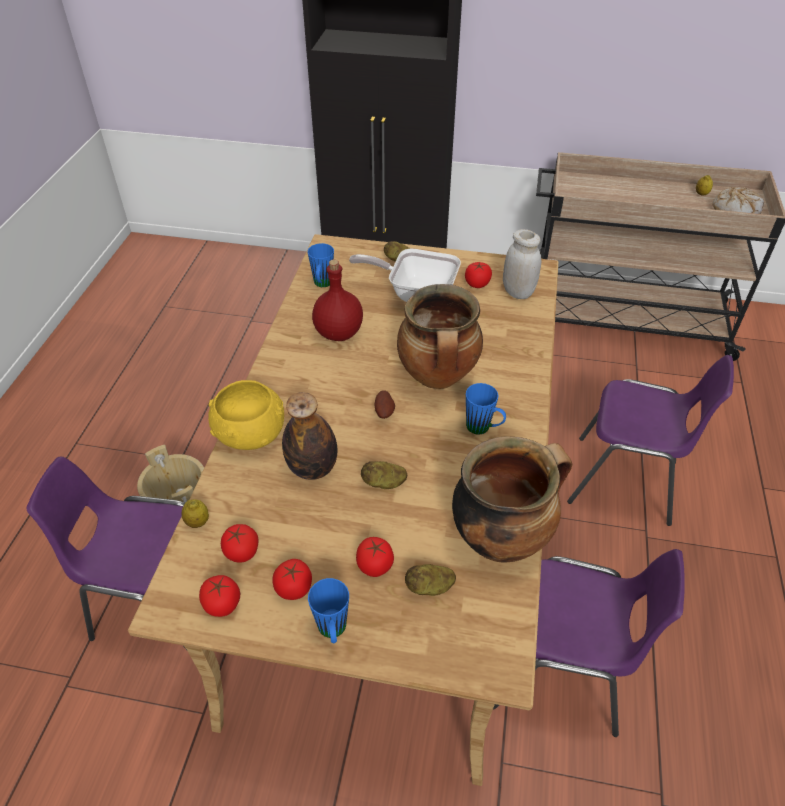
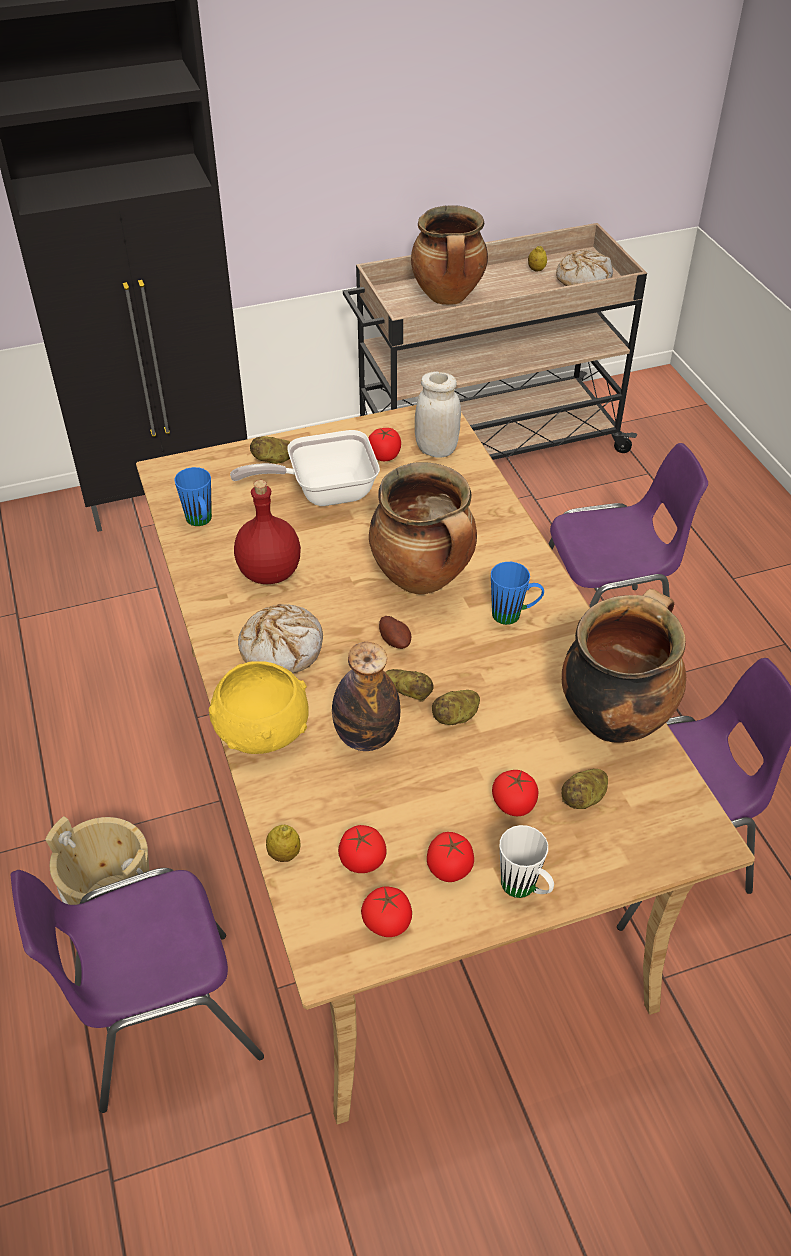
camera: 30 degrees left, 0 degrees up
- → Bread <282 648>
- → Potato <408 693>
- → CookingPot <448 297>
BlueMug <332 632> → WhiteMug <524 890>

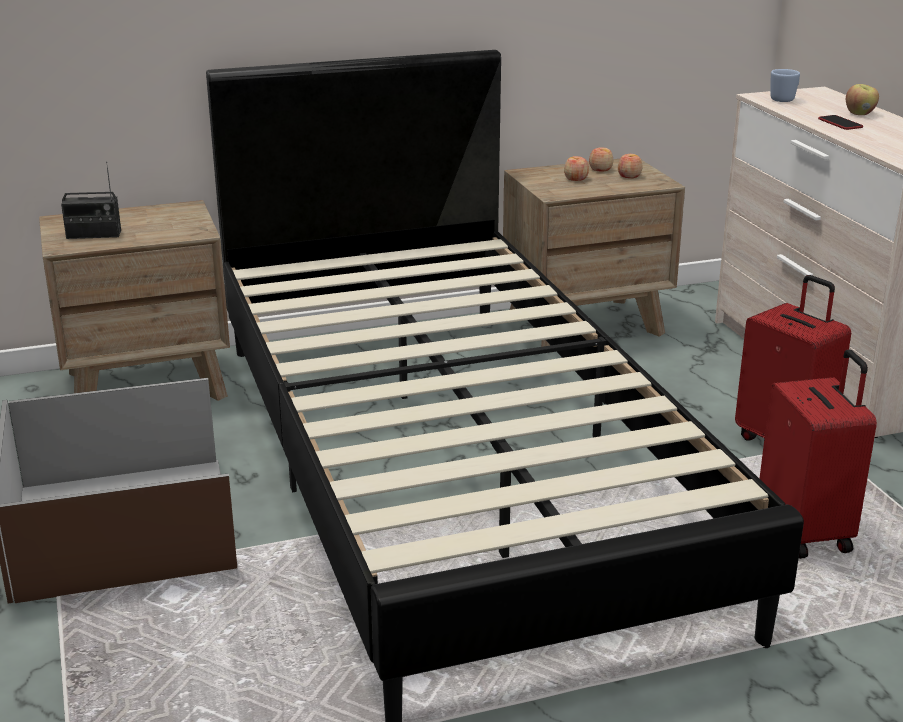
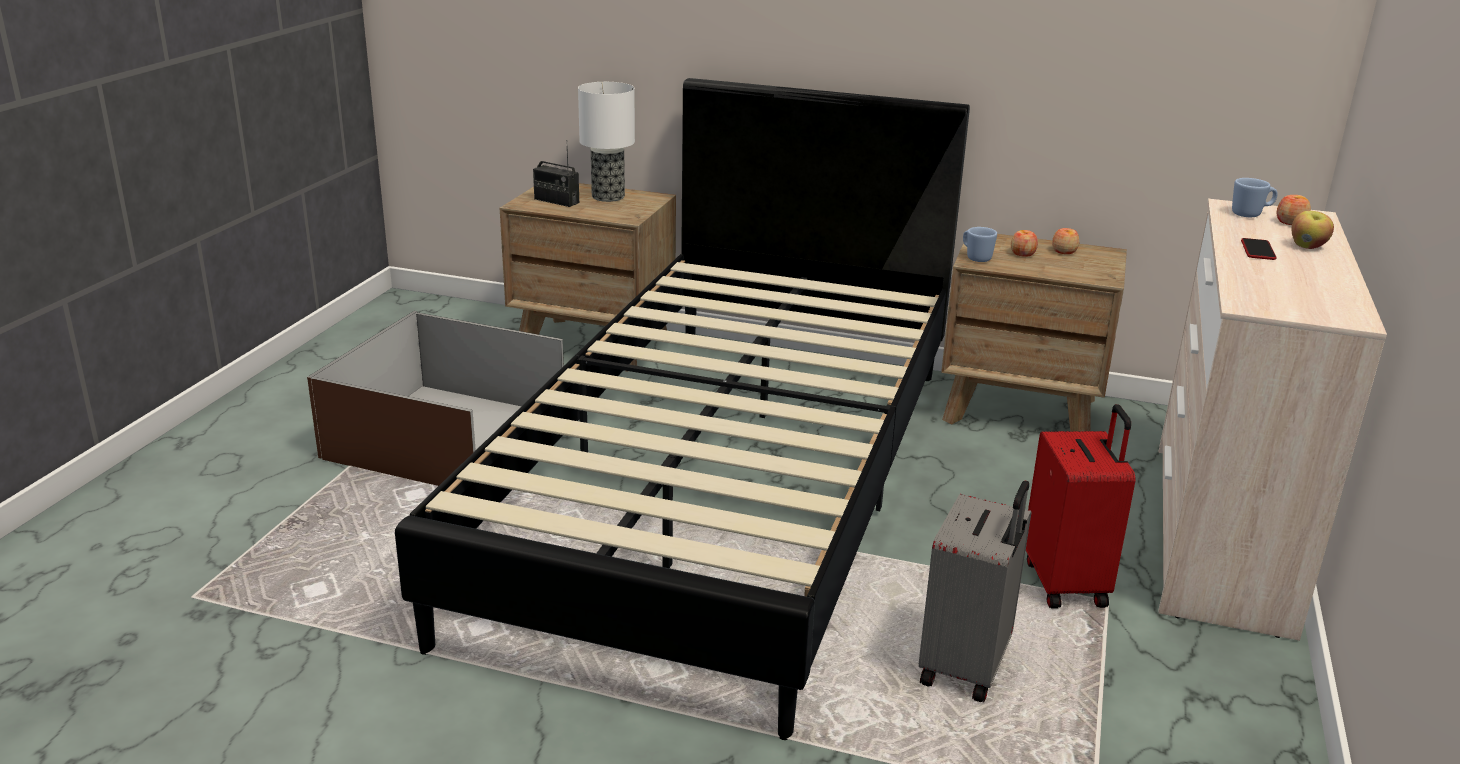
camera: 35 degrees right, 0 degrees up
- → TableLamp <608 196>
- → BlueMug <975 257>
Apple <629 176> → Apple <1290 222>, move
RedSuitcase <807 532> → GreySuitcase <967 667>

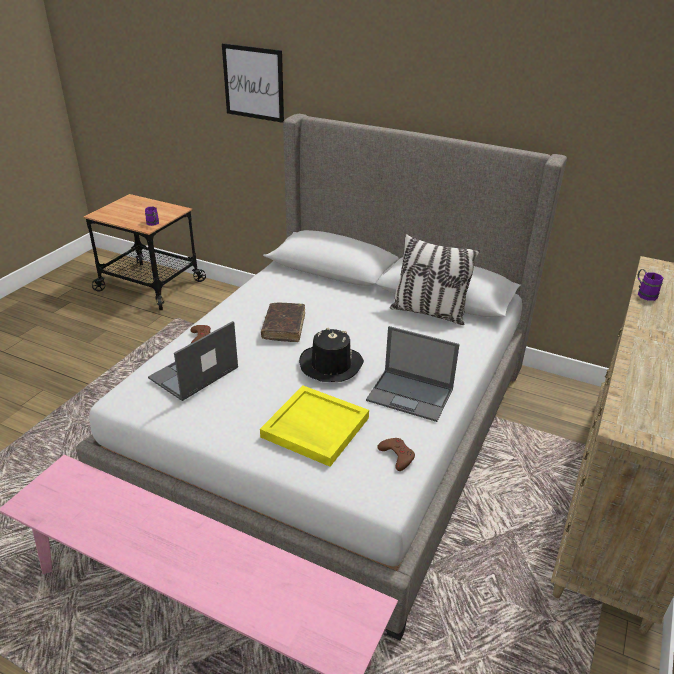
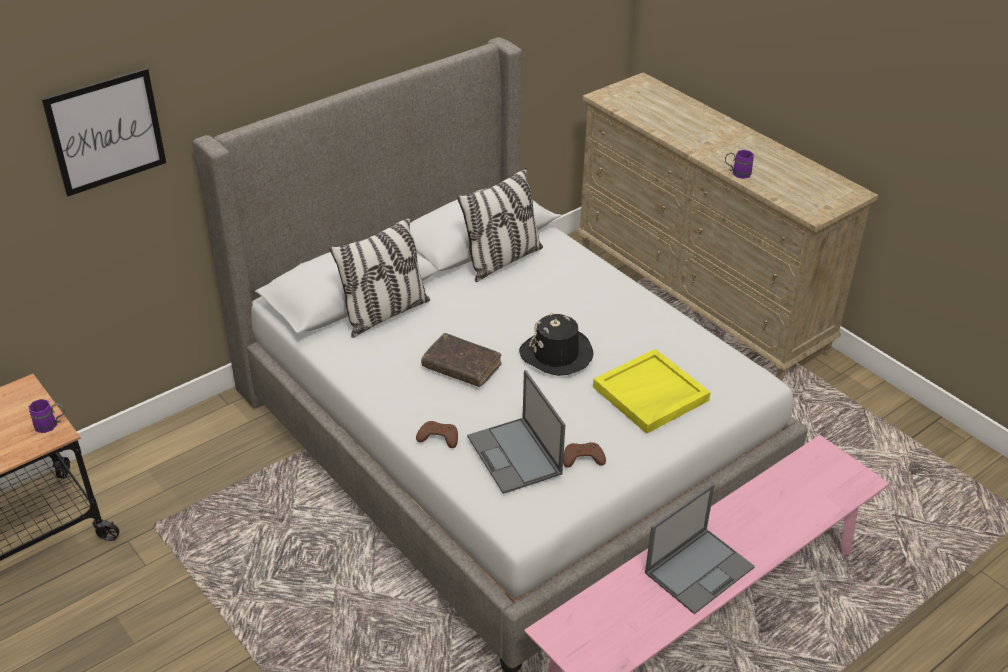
camera: 65 degrees left, 5 degrees up
- → Pillow <385 314>
Laptop <411 395> → Laptop <699 569>, move
BrownGameController <397 456> → BrownGameController <582 458>, move
PurpleMug <644 293> → PurpleMug <737 173>, move

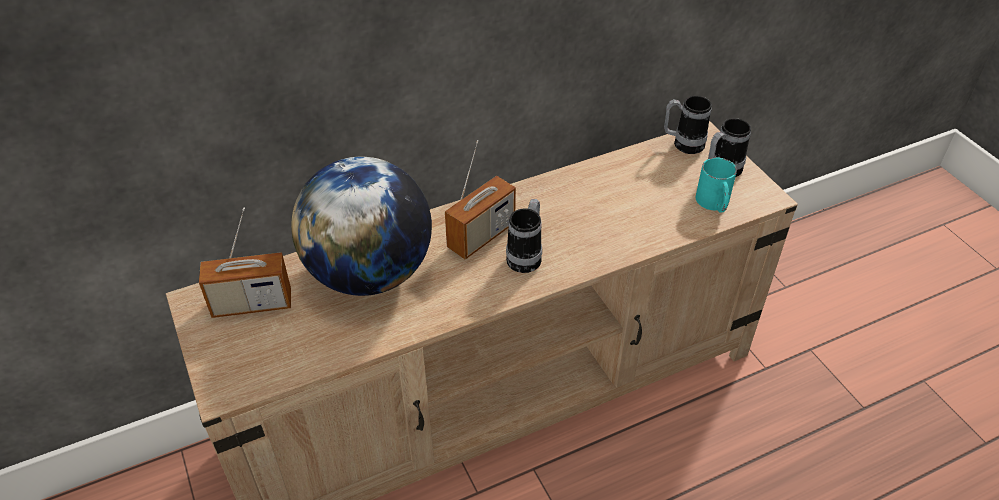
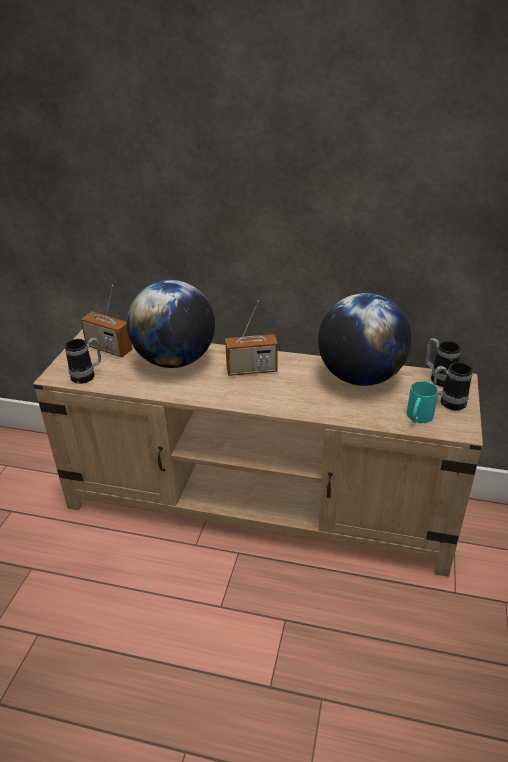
camera: 40 degrees right, 10 degrees down
- → Globe <360 377>
Mug <526 256> → Mug <87 376>, move

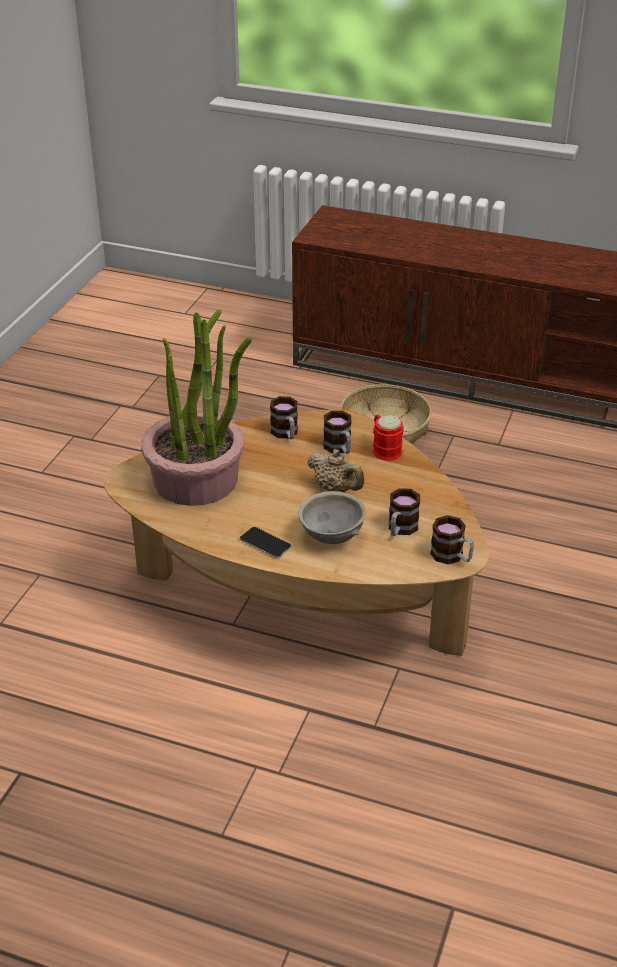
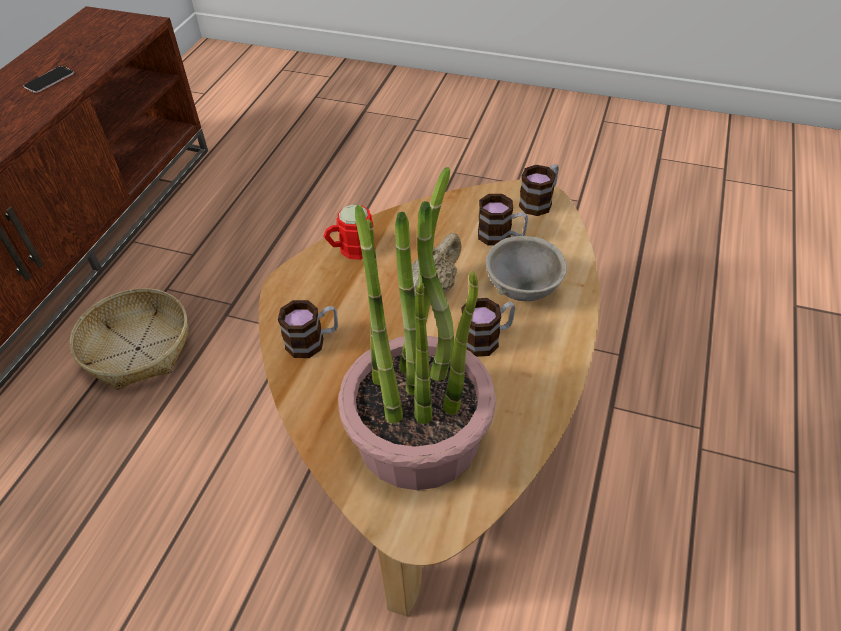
camera: 90 degrees left, 10 degrees up
Phone <265 543> → Phone <49 80>, move
Mug <339 448> → Mug <487 338>, move

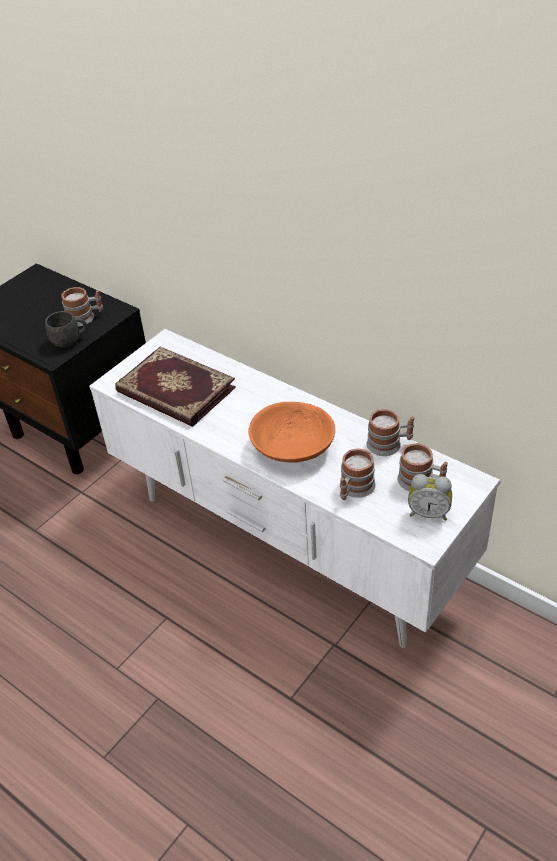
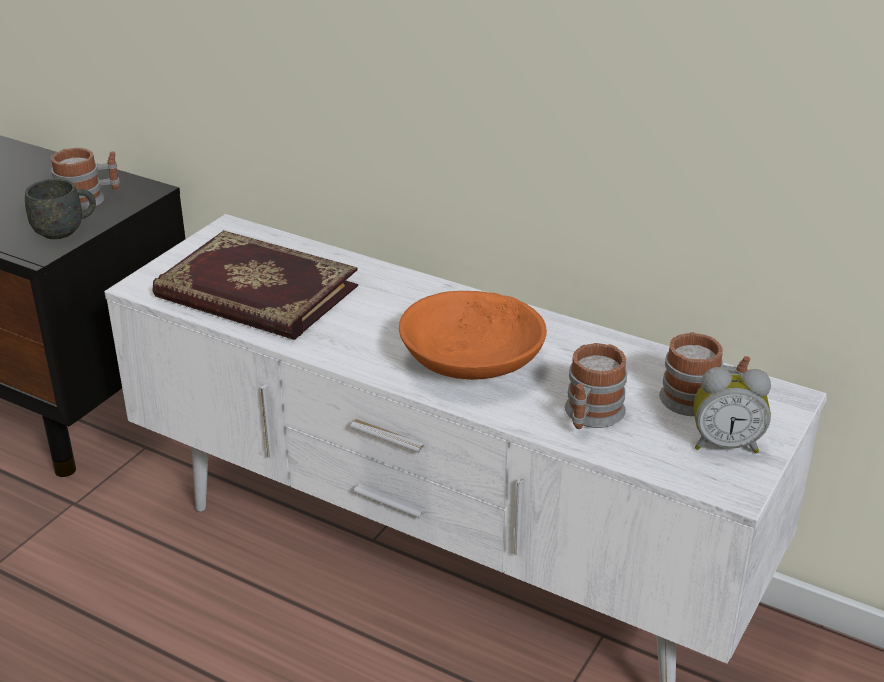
camera: 10 degrees left, 10 degrees down
Mug <389 444> → -

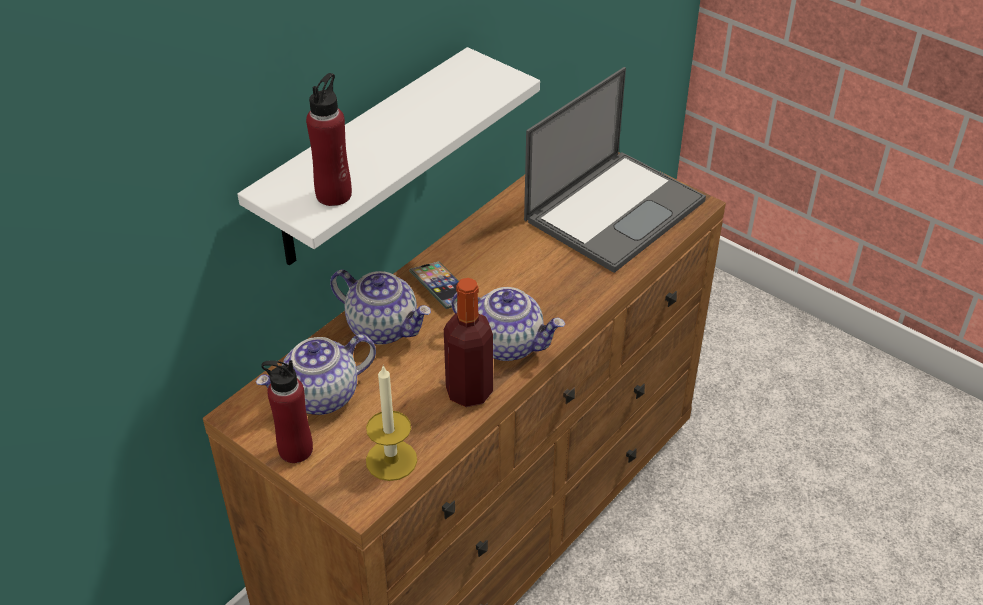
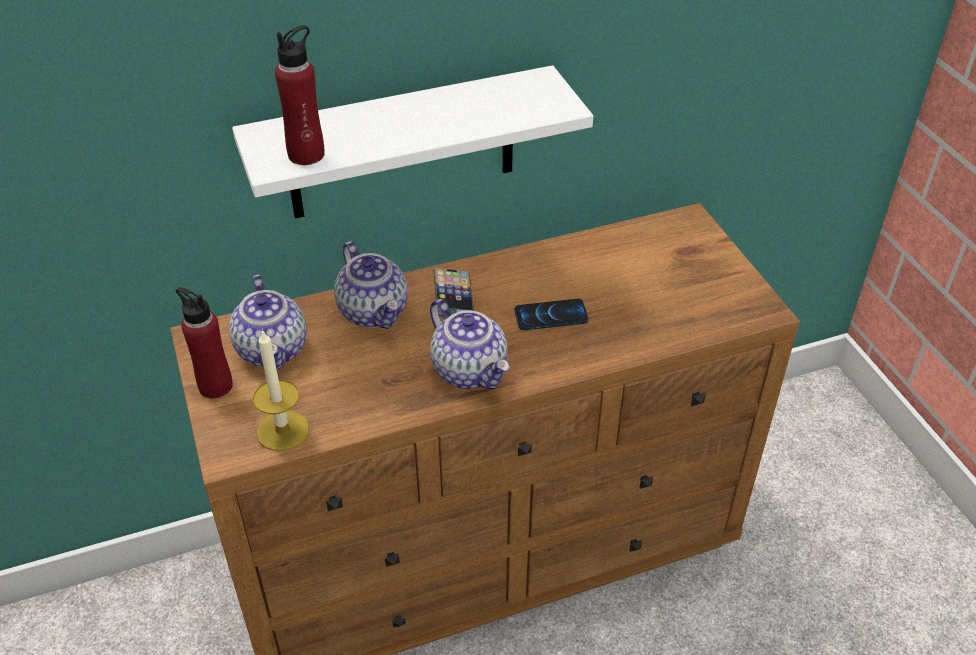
camera: 30 degrees right, 0 degrees up
Bottle <469 391> → -
Laptop <615 209> → -
- → Phone <551 316>
Teapot <321 397> → Teapot <273 350>, 105 degrees counterclockwise

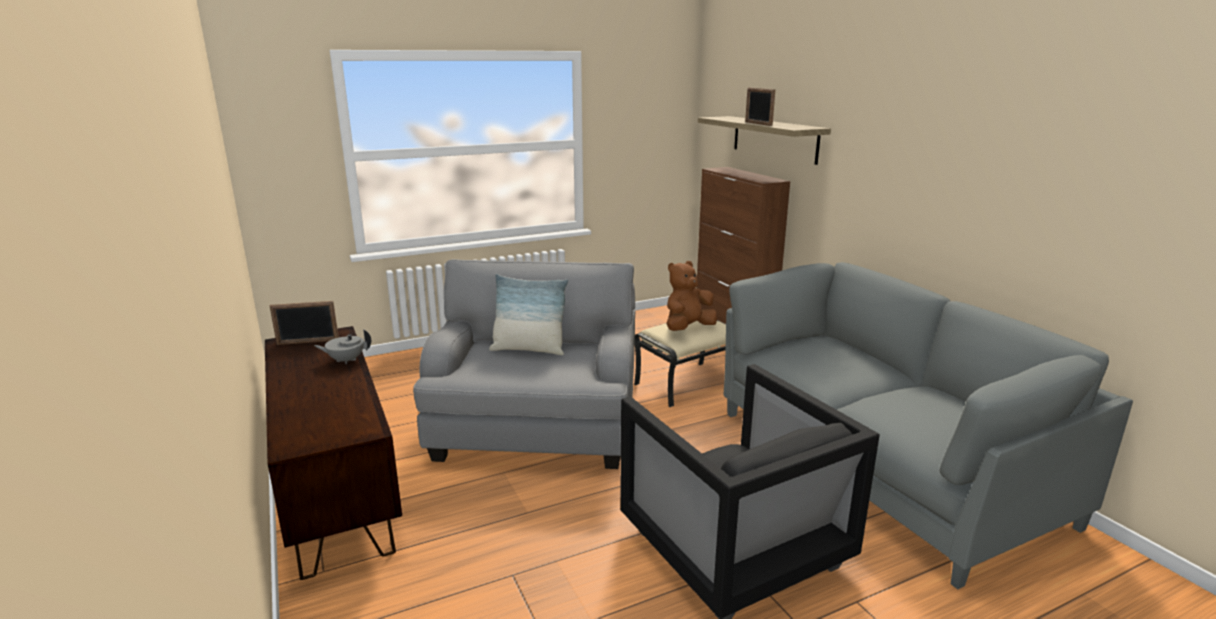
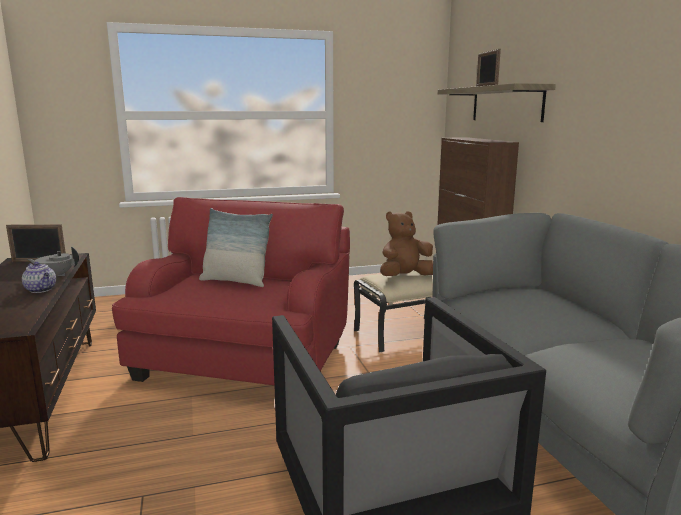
camera: 10 degrees right, 5 degrees down
- → Teapot <41 290>
GreyArmchair <537 426> → RedArmchair <245 358>

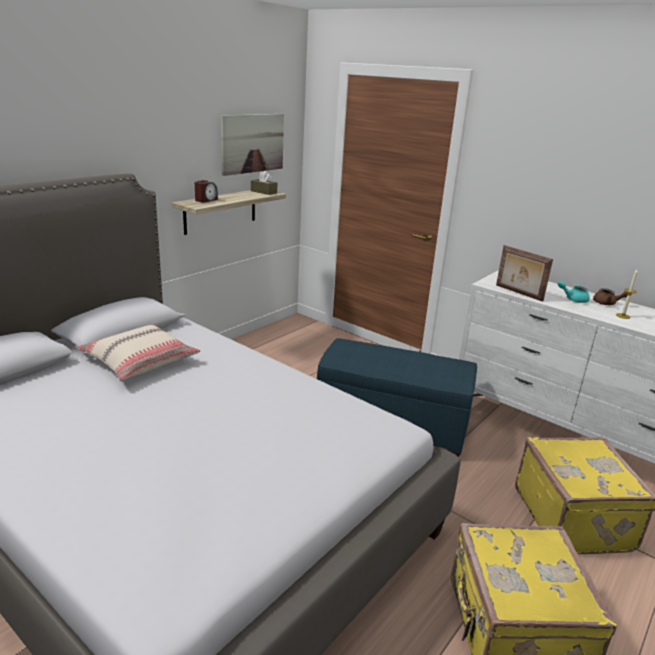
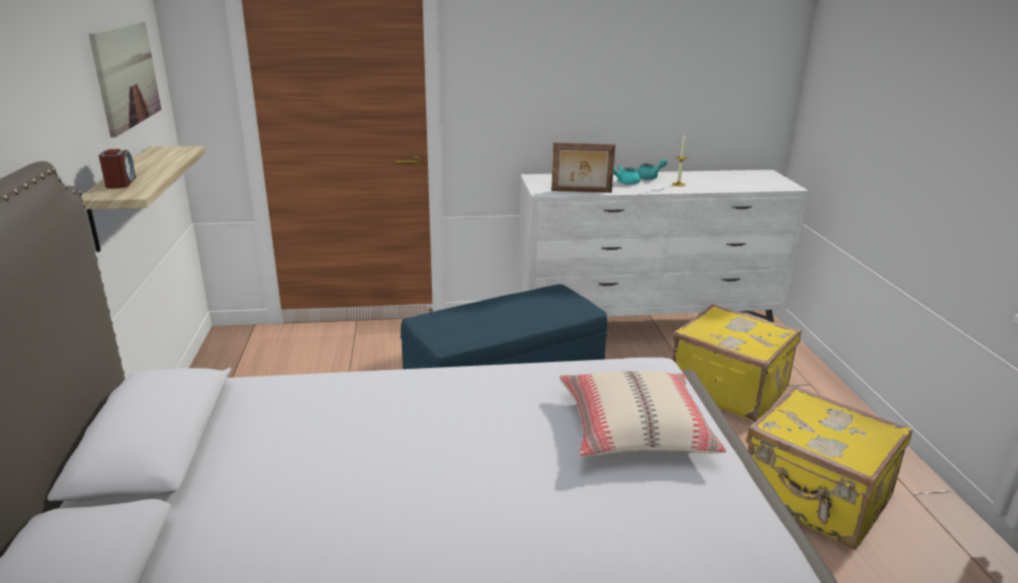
camera: 45 degrees left, 0 degrees up
BrownTissueBox <263 192> → -
BeigePillow <140 361> → BeigePillow <634 429>, move
BrownTeapot <607 303> → TurquoiseTeapot <650 177>

